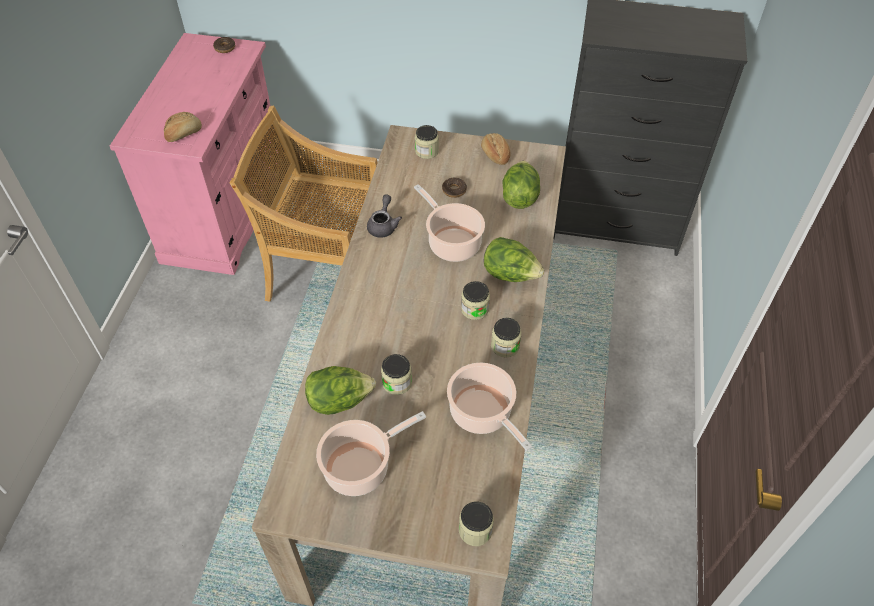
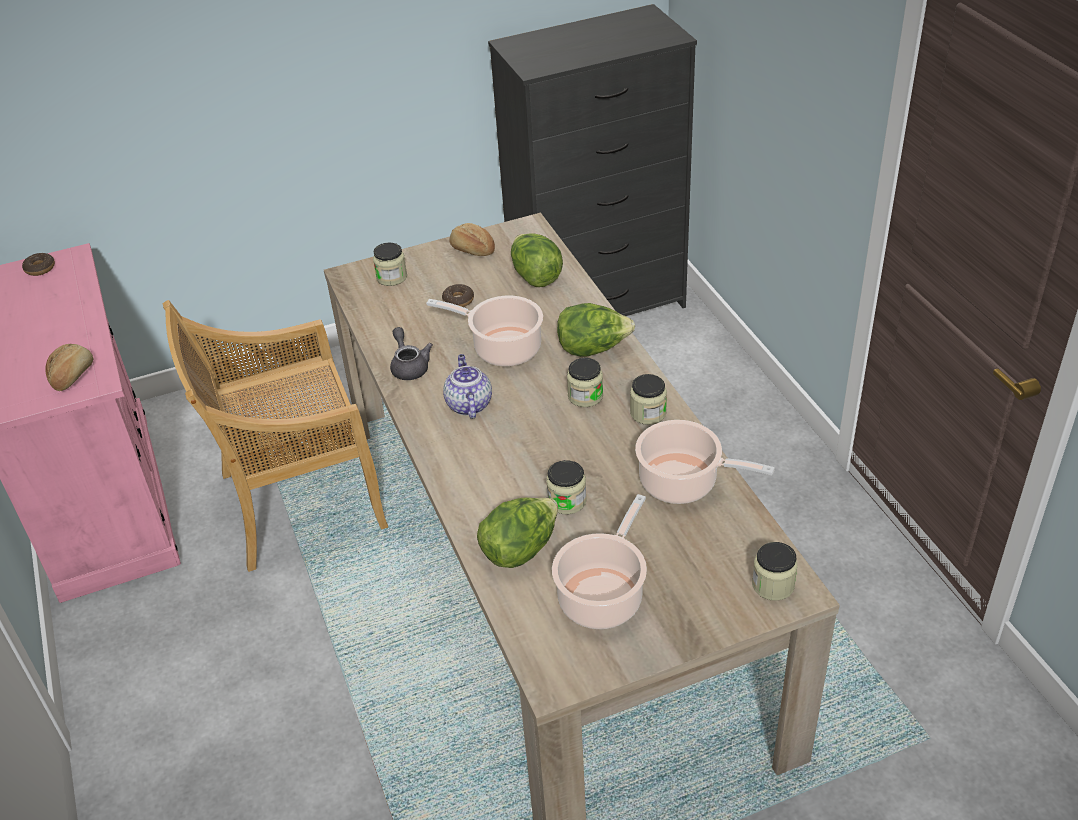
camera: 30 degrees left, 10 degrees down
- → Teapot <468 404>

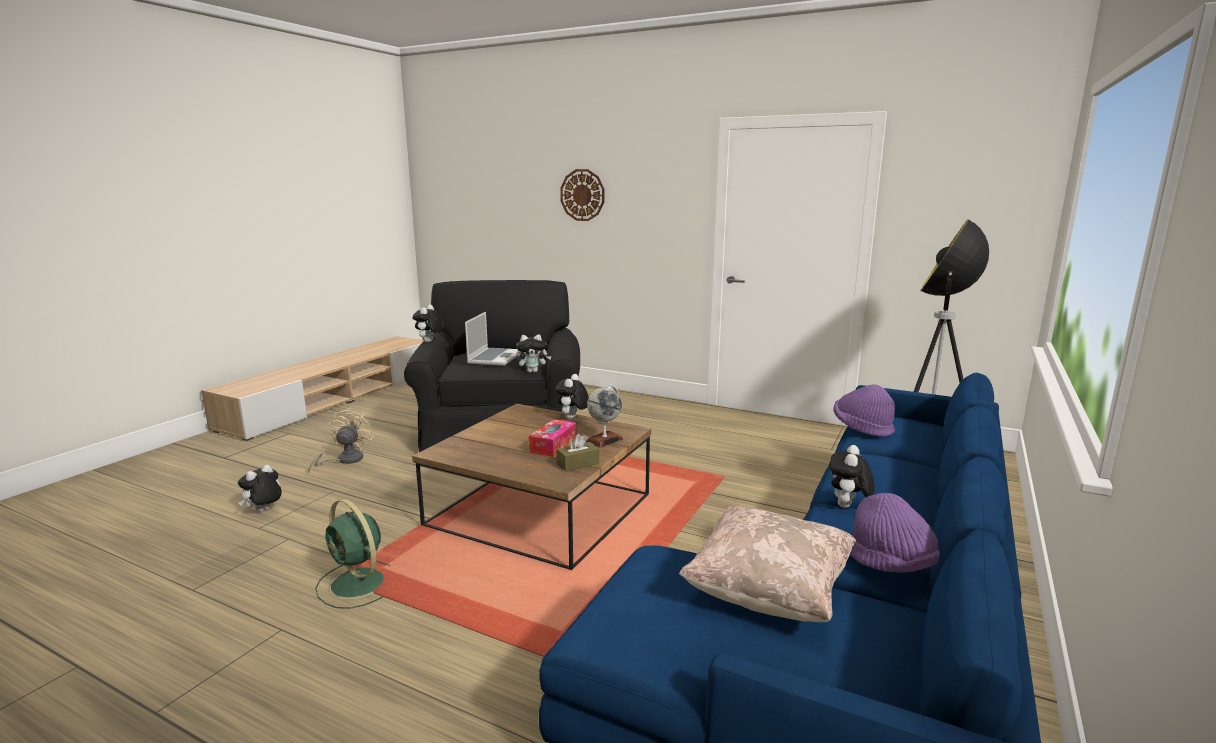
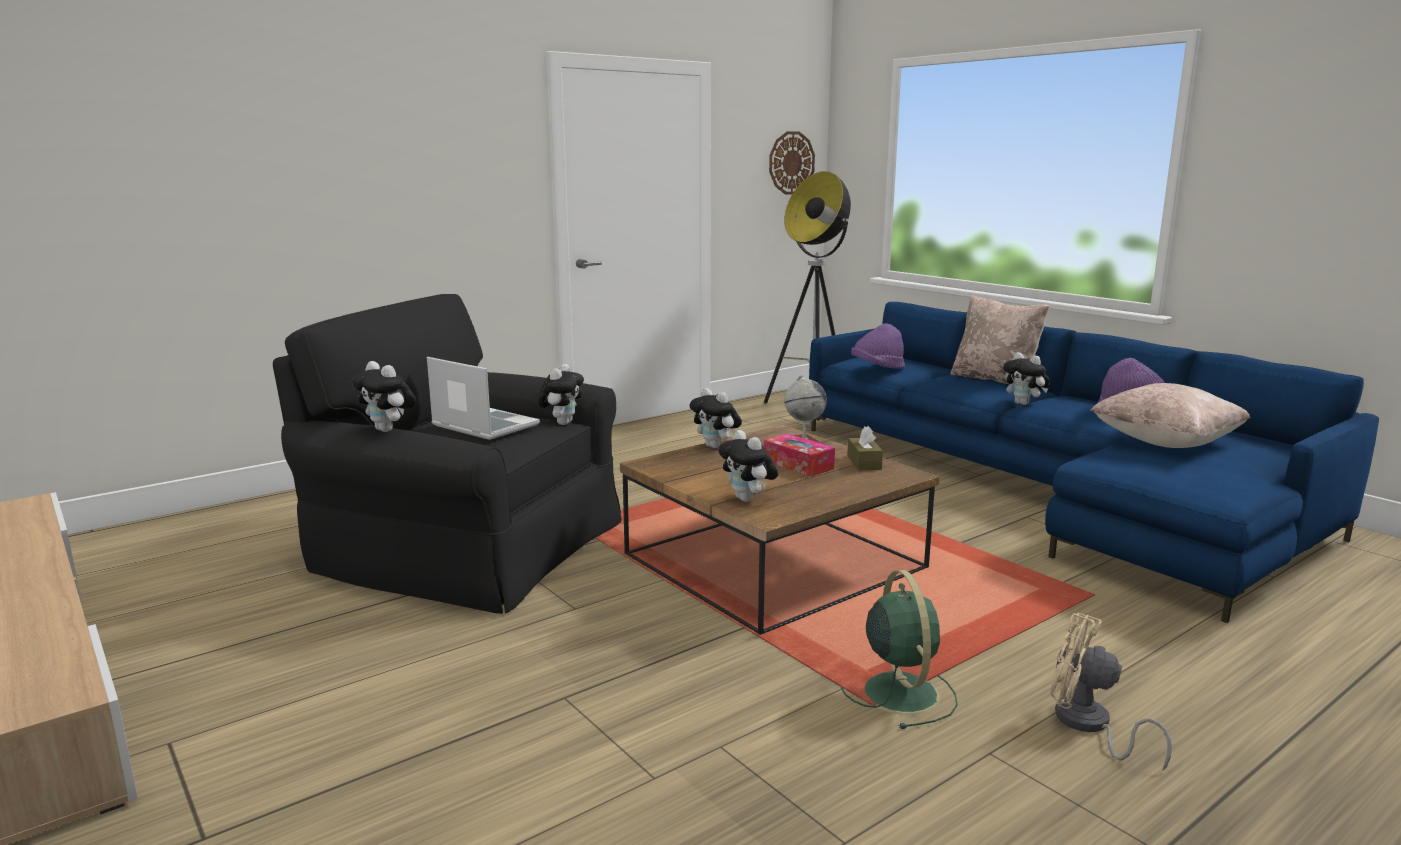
camera: 65 degrees left, 0 degrees up
- → BeigePillow <995 380>
PlushToy <264 511> → PlushToy <748 499>, move
BeigeFan <344 460> → BeigeFan <1088 726>, move
WallClock <582 195> → WallClock <791 163>, move
GreenFan <359 584> → GreenFan <898 691>, 75 degrees counterclockwise

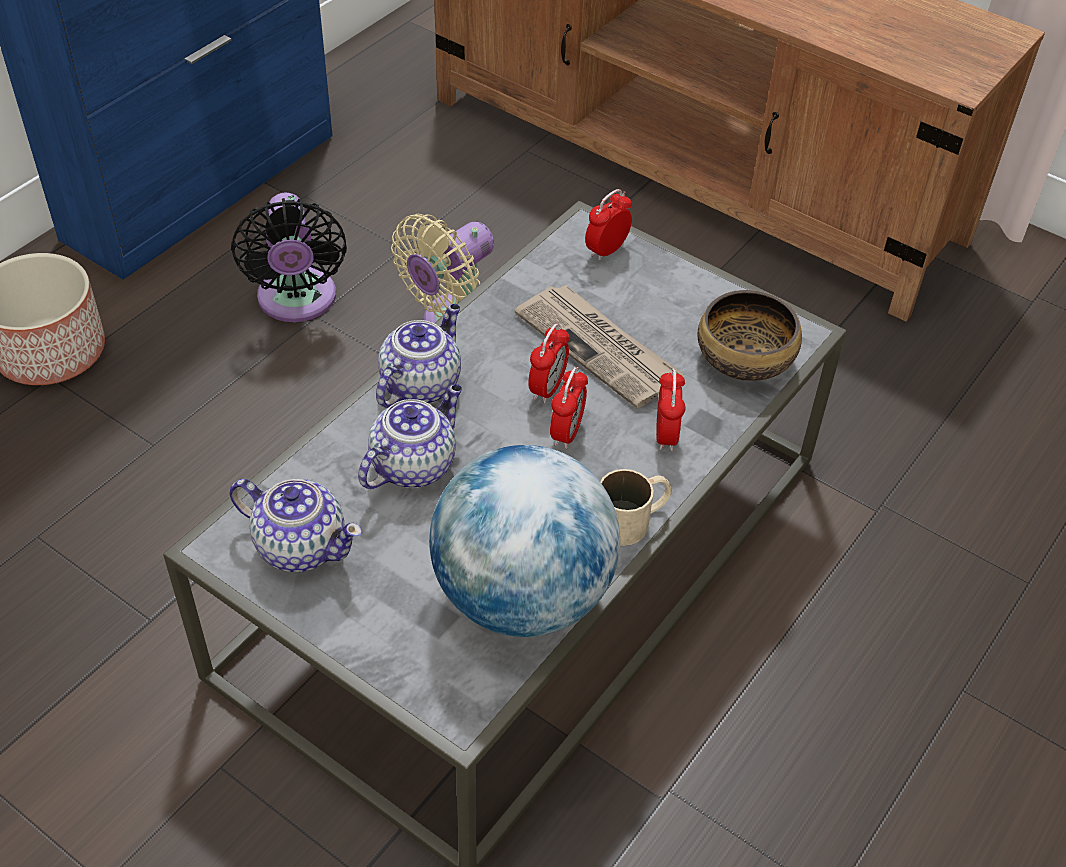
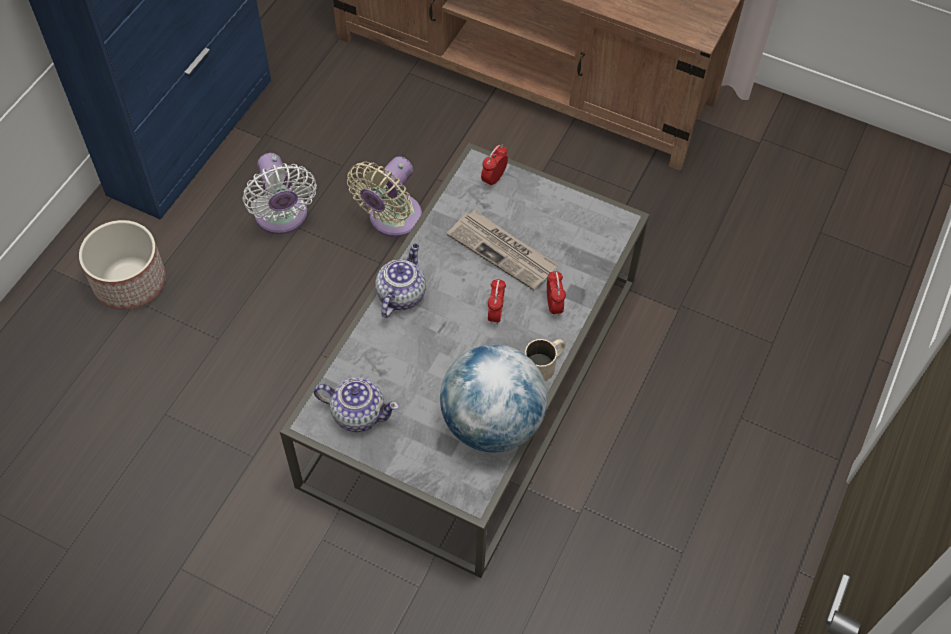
camera: 10 degrees left, 10 degrees up
Teapot <413 464> → -
AlarmClock <547 388> → -
Bowl <745 359> → -
BlackFan <297 302> → WhiteFan <282 218>

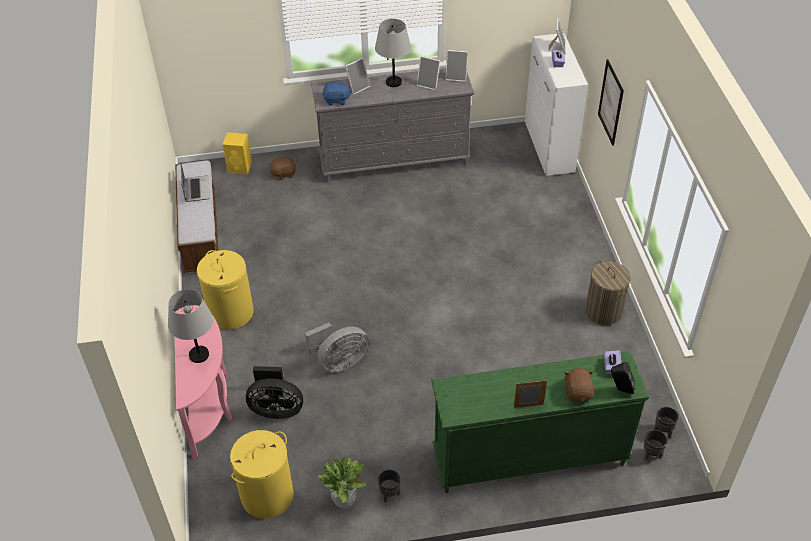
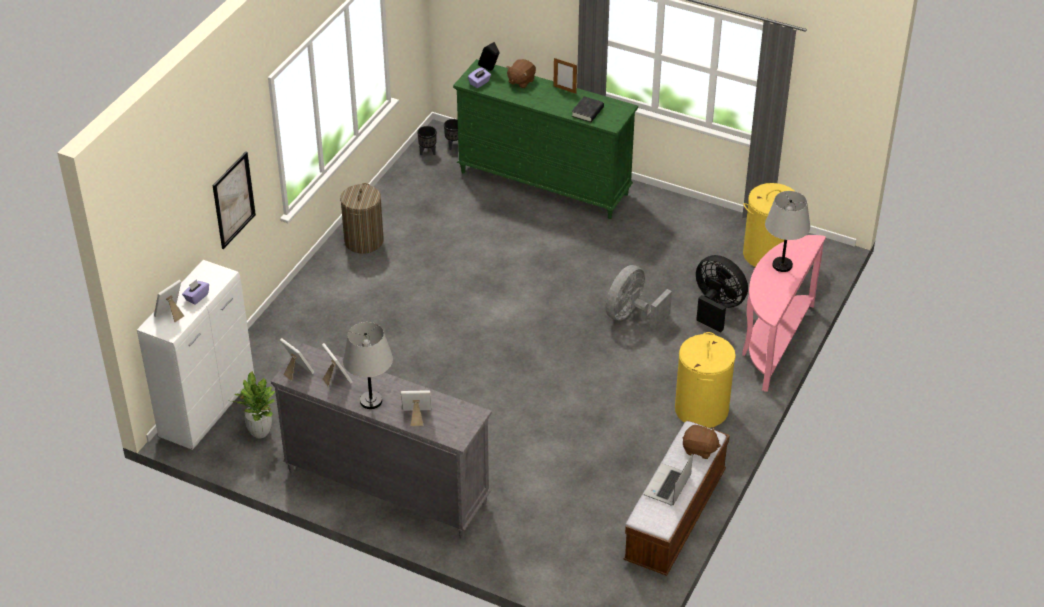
camera: 145 degrees left, 5 degrees down
YellowSpeaker <240 167> → -
BluePlushToy <336 100> → -
BlackPlanter <389 495> → -
- → BlackBook <587 112>
BrownPlushToy <283 174> → BrownPlushToy <699 449>, move
PottedPlant <345 501> → PottedPlant <260 432>, move
GreyFan <339 362> → GreyFan <632 316>, 60 degrees counterclockwise

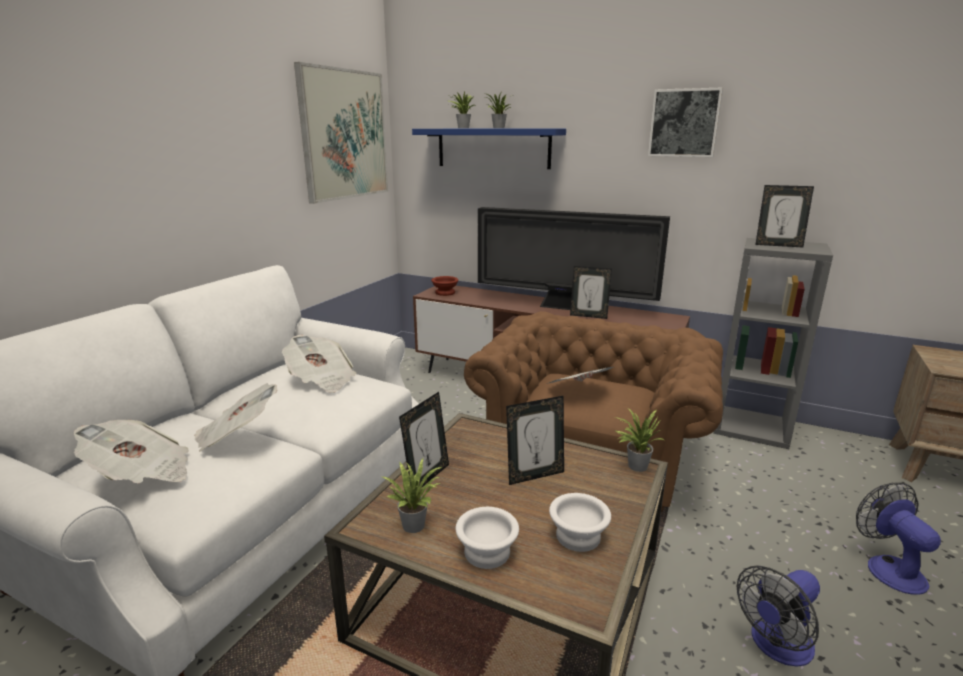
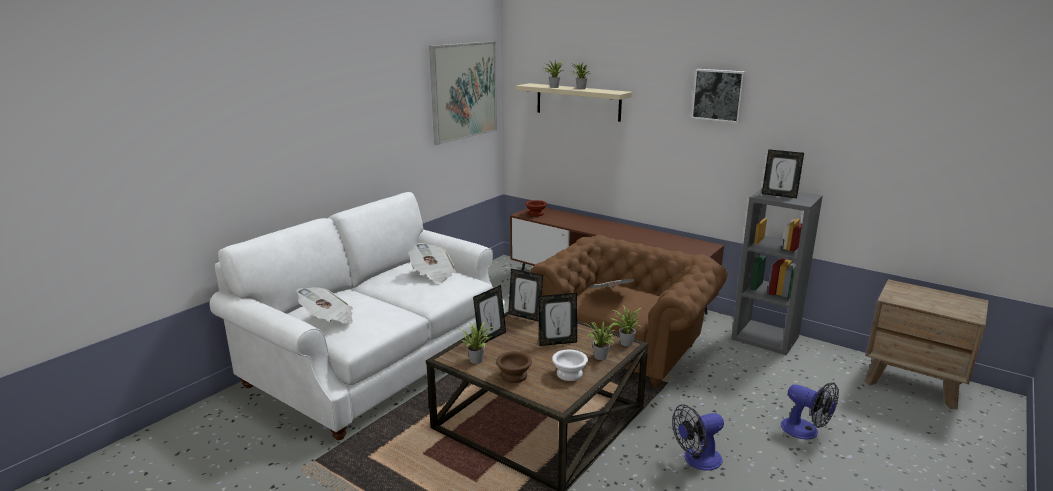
camera: 10 degrees right, 0 degrees up
Newspaper <237 436> → -
Television <563 307> → -
- → PottedPlant <600 357>
PictureFrame <588 316> → PictureFrame <525 316>, move
BlueShelf <493 148> → BeigeShelf <578 102>
WhiteBowl <485 553> → BrownBowl <513 376>
Fan <888 567> → Fan <806 431>, 135 degrees clockwise

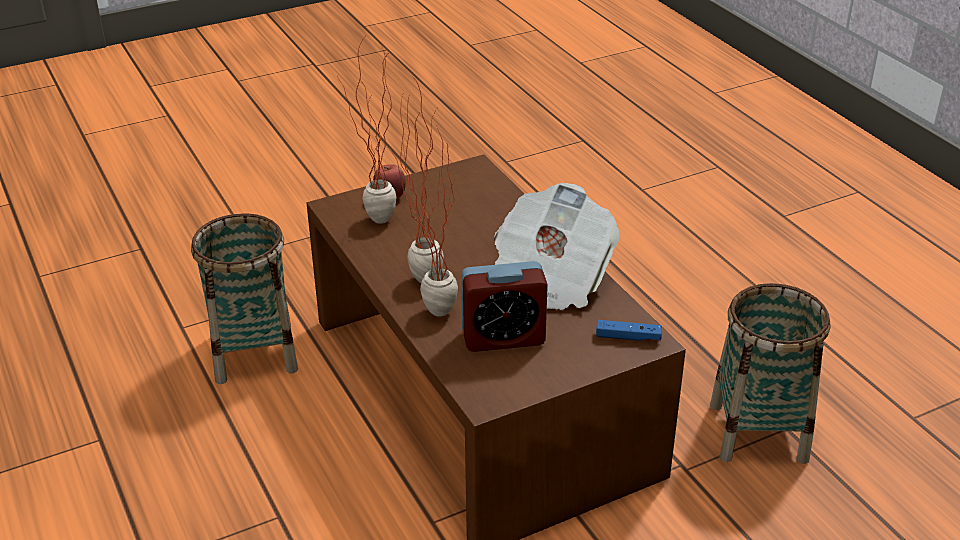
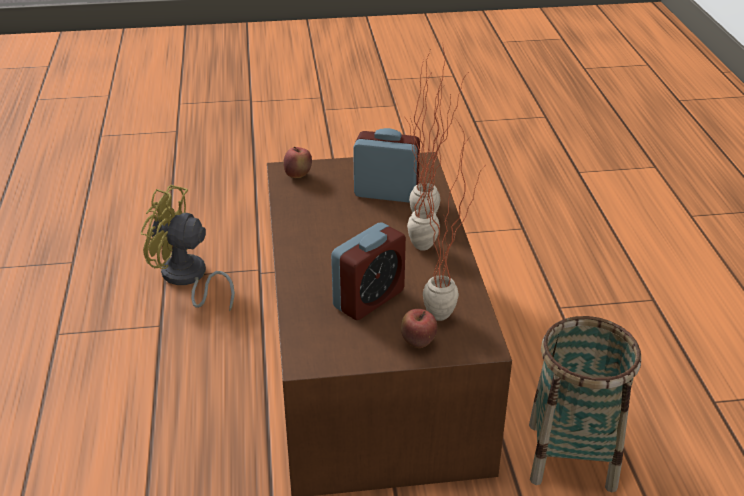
camera: 160 degrees left, 0 degrees up
Newspaper <550 279> → -
- → AlarmClock <369 299>
BlueGameController <628 337> → Apple <298 175>
Basket <758 432> → YellowFan <187 279>

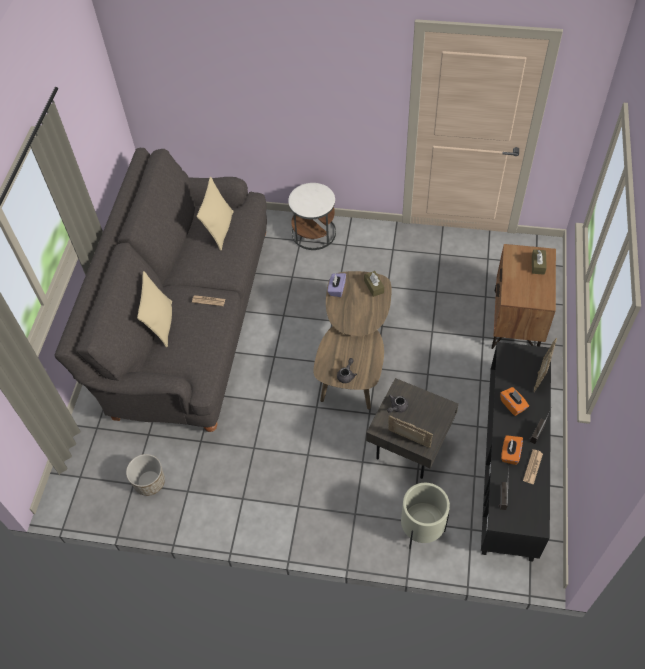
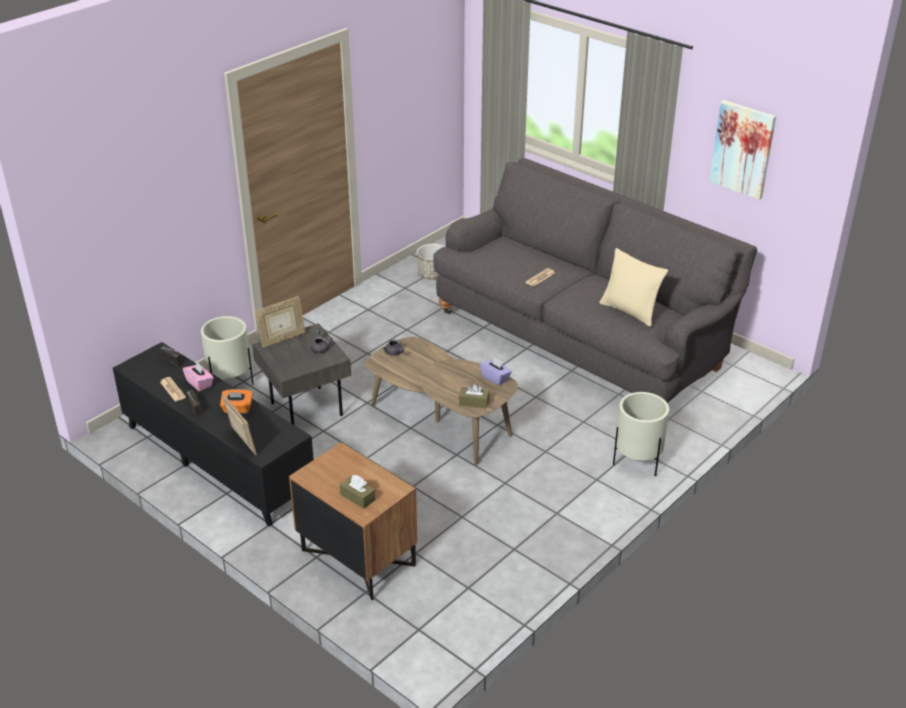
camera: 120 degrees right, 20 degrees down
BeigePillow <161 324> → -
- → Picture <742 149>
WhiteSideTable <314 232> → BeigePlanter <637 463>
OrangeTissueBox <510 454> → PinkTissueBox <199 383>

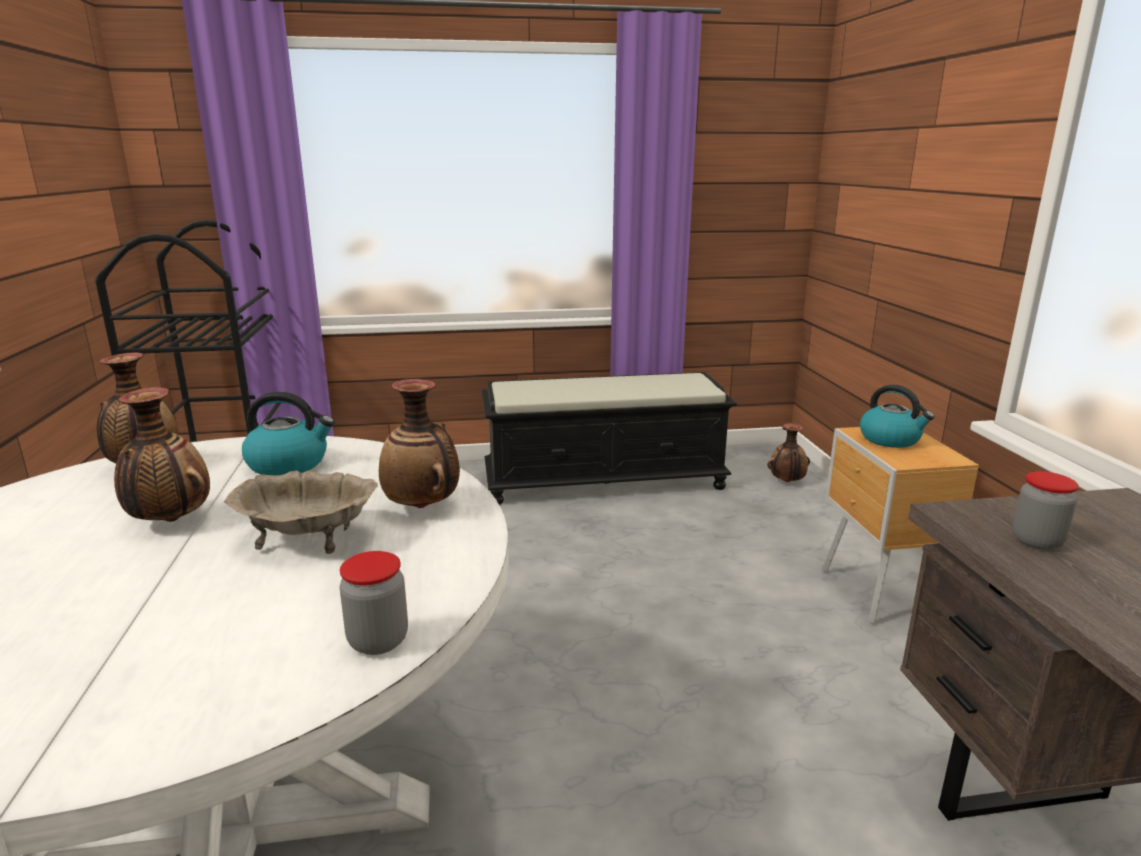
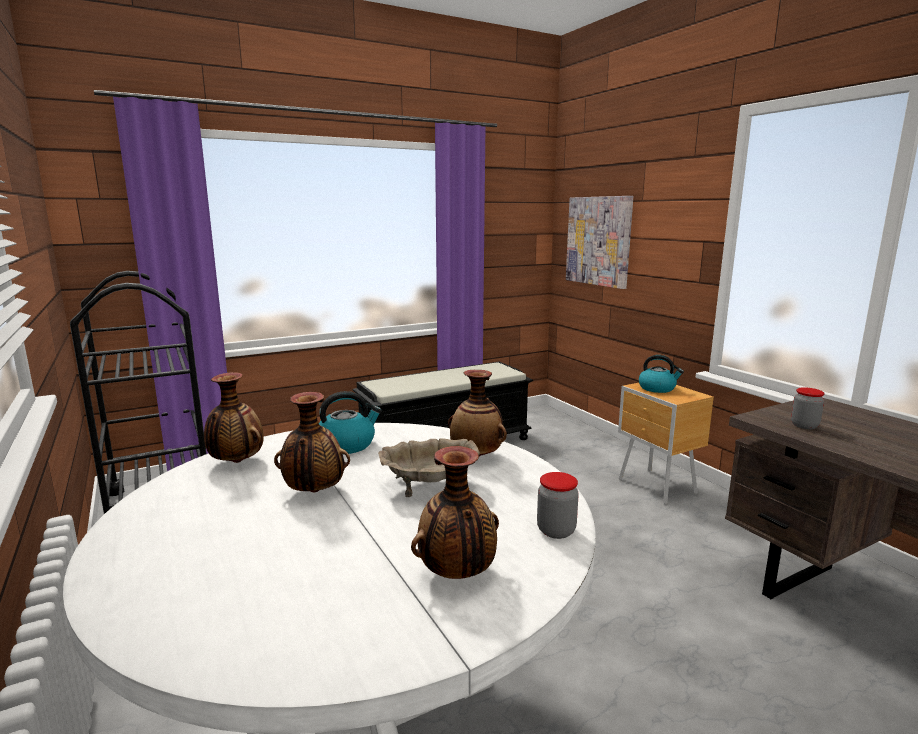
camera: 20 degrees left, 5 degrees down
- → Picture <598 241>
Vase <787 482> → Vase <457 574>, move

